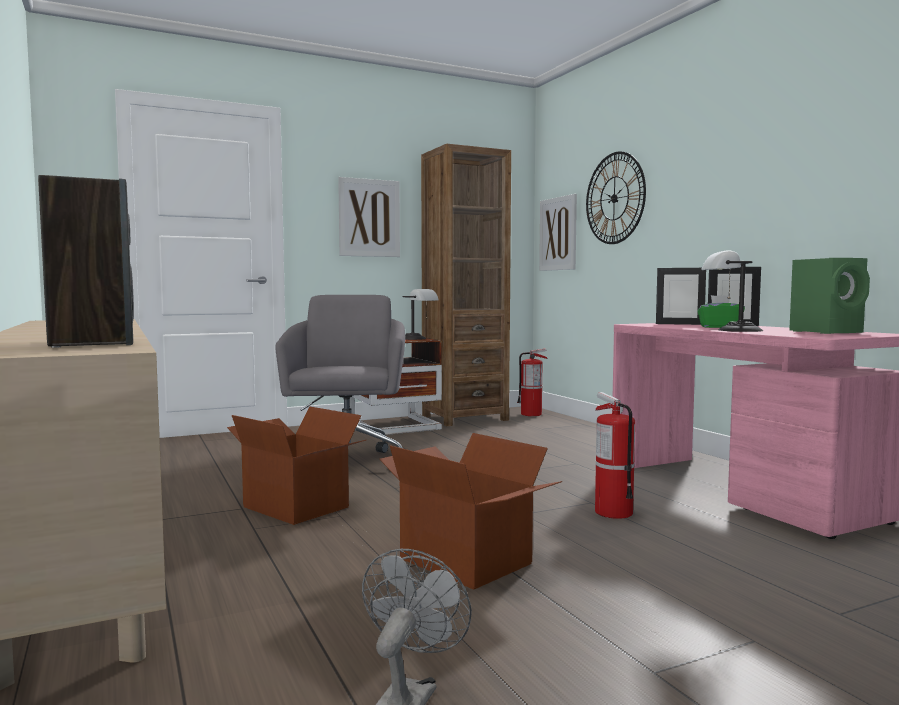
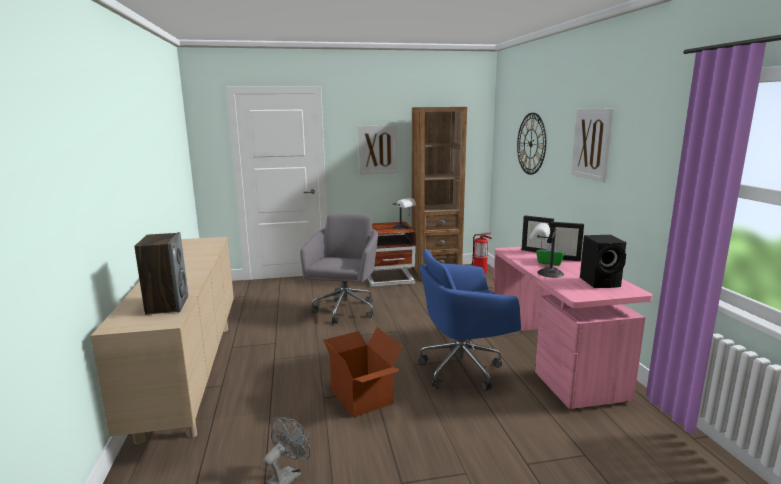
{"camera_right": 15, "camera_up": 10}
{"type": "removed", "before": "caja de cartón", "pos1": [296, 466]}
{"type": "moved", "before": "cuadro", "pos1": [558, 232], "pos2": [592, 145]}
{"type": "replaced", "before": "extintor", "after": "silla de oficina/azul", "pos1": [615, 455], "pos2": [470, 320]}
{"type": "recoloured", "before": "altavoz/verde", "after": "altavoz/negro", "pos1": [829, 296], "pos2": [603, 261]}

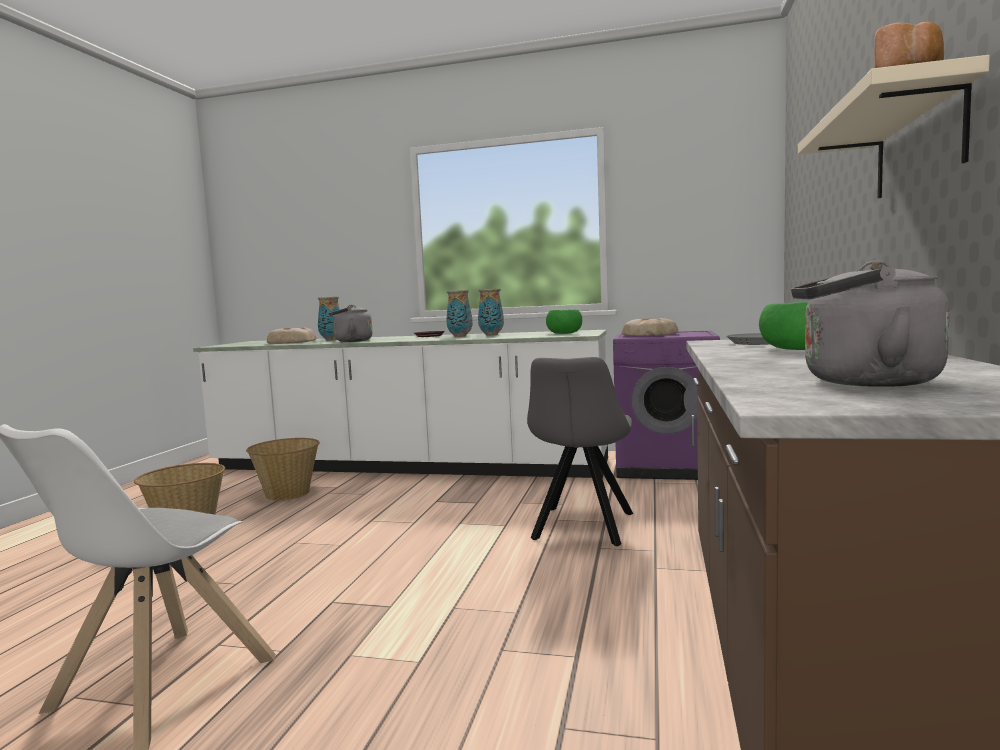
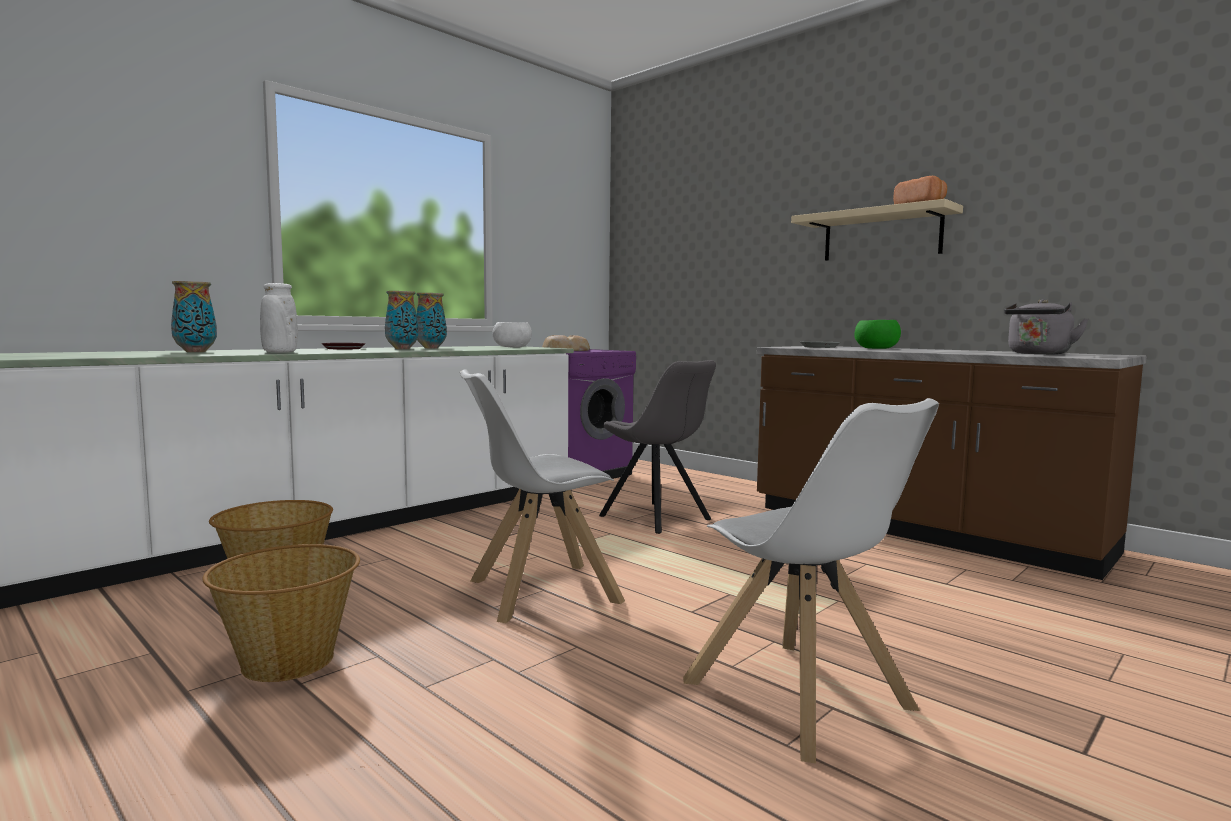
{"camera_right": -60, "camera_up": 0}
{"type": "removed", "before": "pan", "pos1": [291, 335]}
{"type": "replaced", "before": "hervidor/gris", "after": "florero/blanco", "pos1": [350, 323], "pos2": [279, 318]}
{"type": "recoloured", "before": "cuenco/verde", "after": "cuenco/blanco", "pos1": [564, 322], "pos2": [512, 335]}
{"type": "added", "after": "silla", "pos2": [542, 496]}

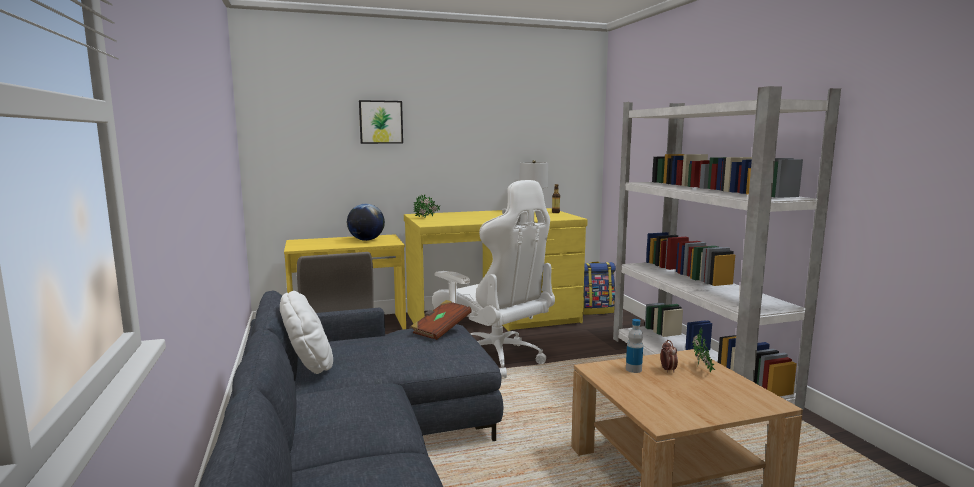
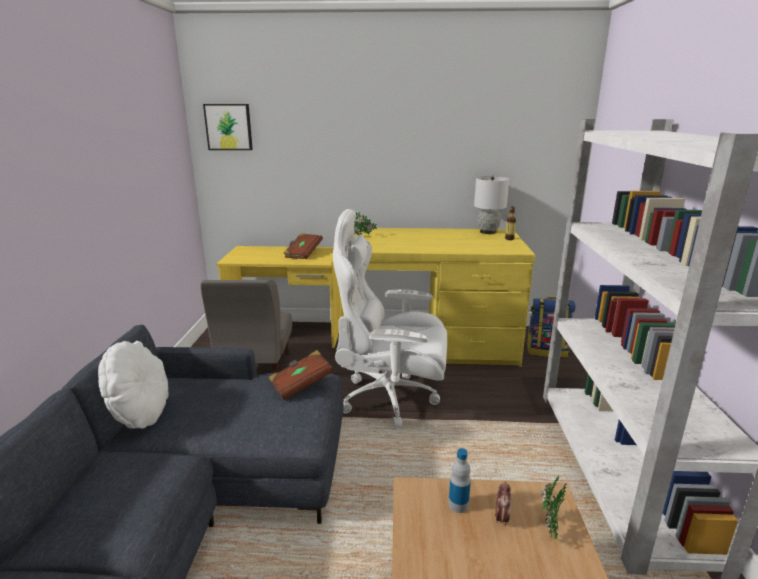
{"camera_right": 20, "camera_up": 10}
{"type": "replaced", "before": "globo terráqueo", "after": "libro/marrón", "pos1": [366, 222], "pos2": [303, 246]}
{"type": "moved", "before": "cuadro", "pos1": [381, 122], "pos2": [228, 127]}
{"type": "turned", "before": "silla de oficina/blanco", "pos1": [493, 279], "pos2": [390, 319], "turn": 120}

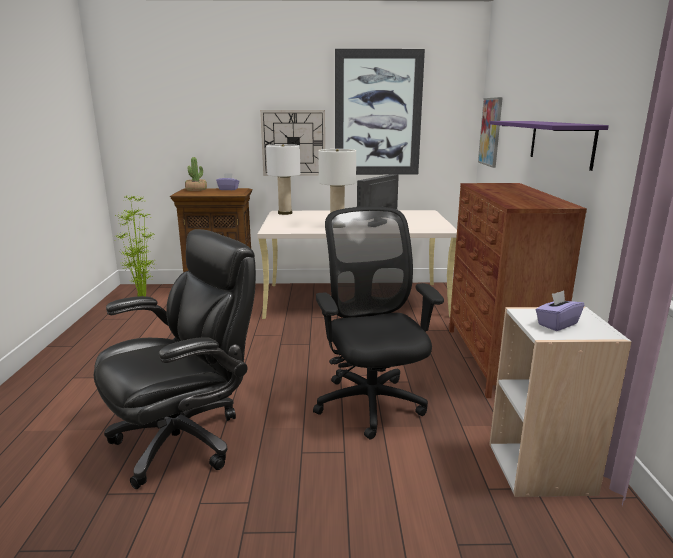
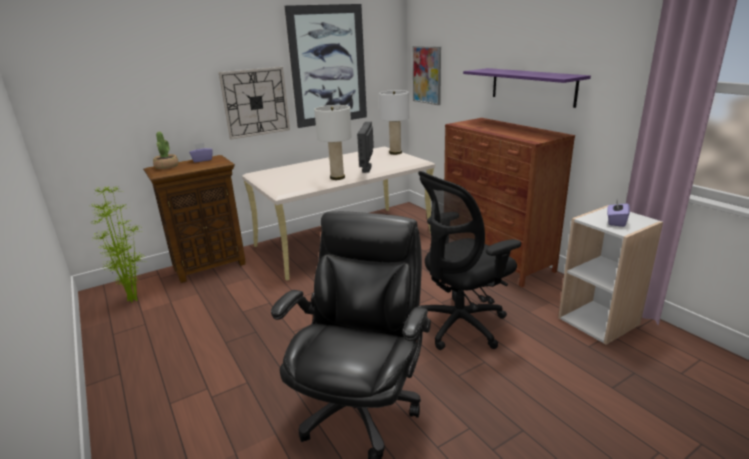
{"camera_right": -30, "camera_up": 5}
{"type": "moved", "before": "lámpara de mesa/blanco", "pos1": [283, 179], "pos2": [394, 122]}
{"type": "turned", "before": "silla de oficina/negro", "pos1": [378, 323], "pos2": [469, 260], "turn": -75}

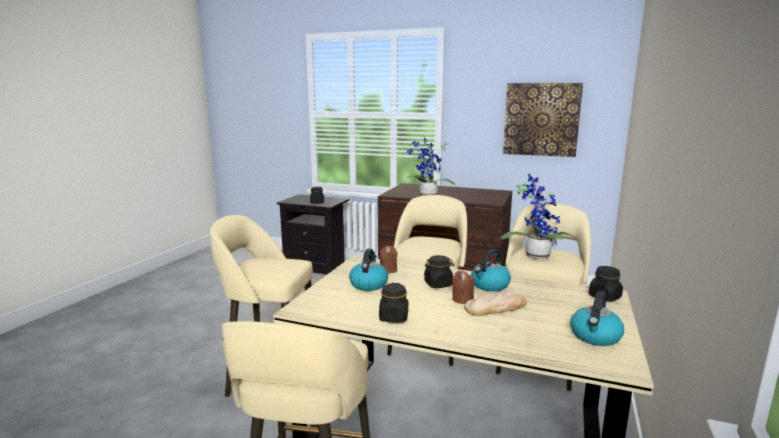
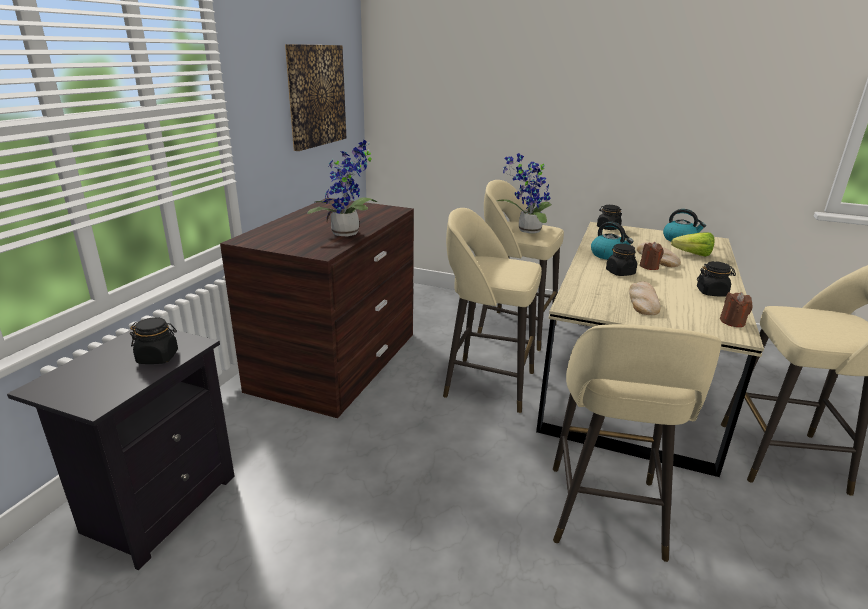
{"camera_right": -90, "camera_up": 10}
{"type": "replaced", "before": "hervidor", "after": "pan", "pos1": [368, 270], "pos2": [645, 298]}
{"type": "moved", "before": "vela/marrón", "pos1": [388, 260], "pos2": [736, 309]}
{"type": "added", "after": "lechuga", "pos2": [693, 244]}

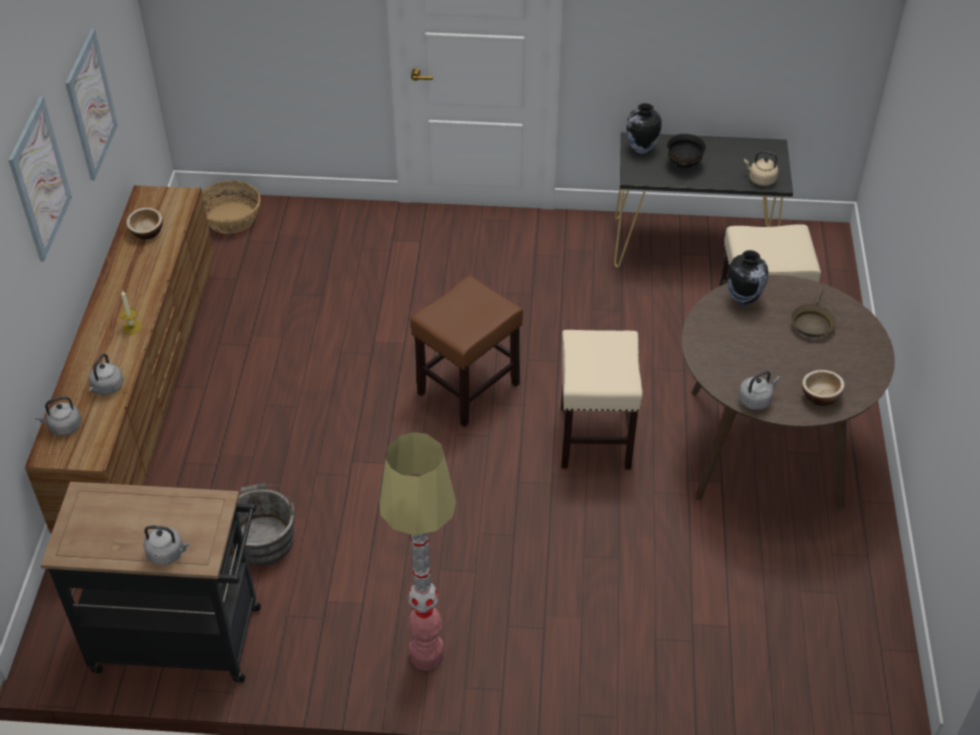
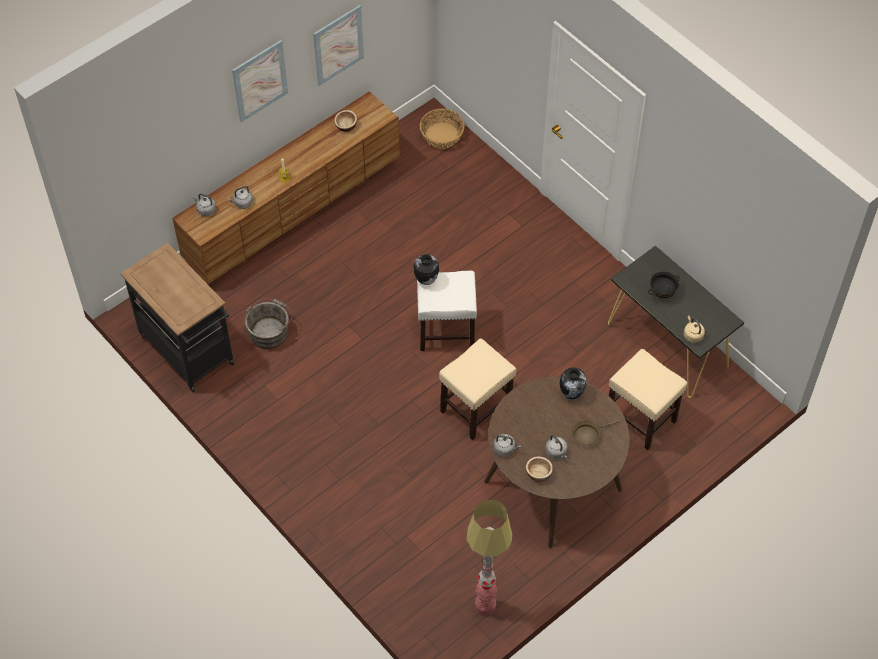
{"camera_right": 45, "camera_up": 10}
{"type": "moved", "before": "hervidor/gris", "pos1": [167, 545], "pos2": [557, 447]}
{"type": "moved", "before": "lámpara de pie", "pos1": [417, 551], "pos2": [489, 558]}
{"type": "recoloured", "before": "taburete/marrón", "after": "taburete/blanco", "pos1": [466, 351], "pos2": [447, 311]}
{"type": "moved", "before": "florero", "pos1": [643, 128], "pos2": [426, 269]}

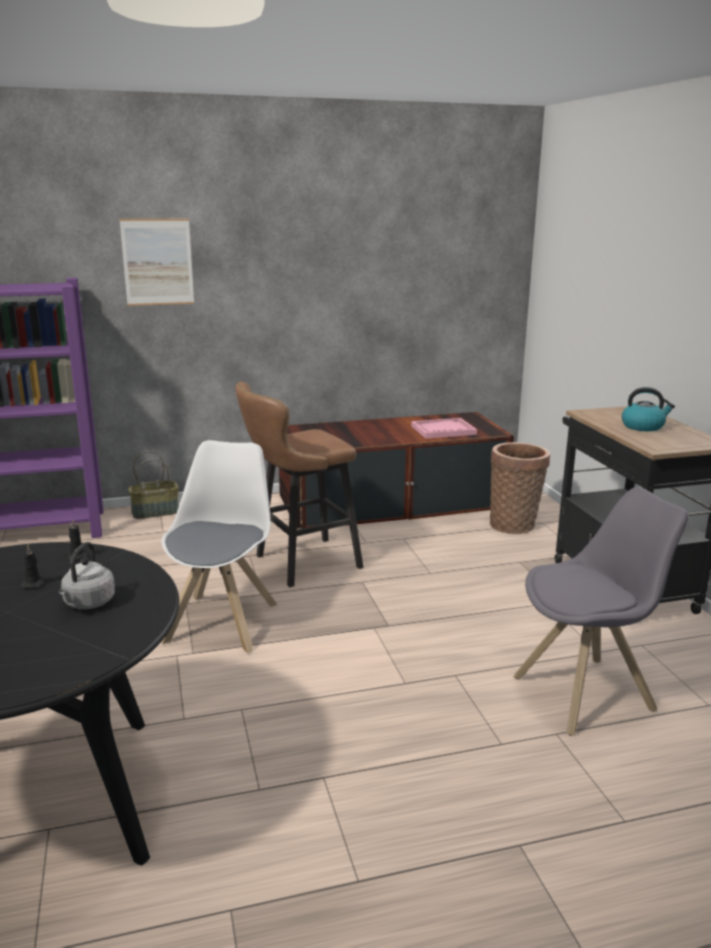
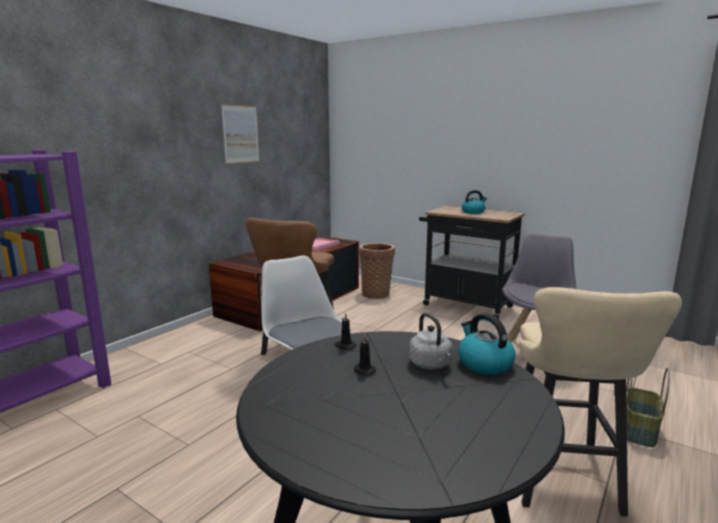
{"camera_right": -40, "camera_up": -5}
{"type": "moved", "before": "cuadro", "pos1": [156, 262], "pos2": [240, 134]}
{"type": "moved", "before": "cesta", "pos1": [153, 485], "pos2": [648, 407]}
{"type": "added", "after": "hervidor", "pos2": [487, 343]}
{"type": "added", "after": "taburete/beis", "pos2": [600, 402]}

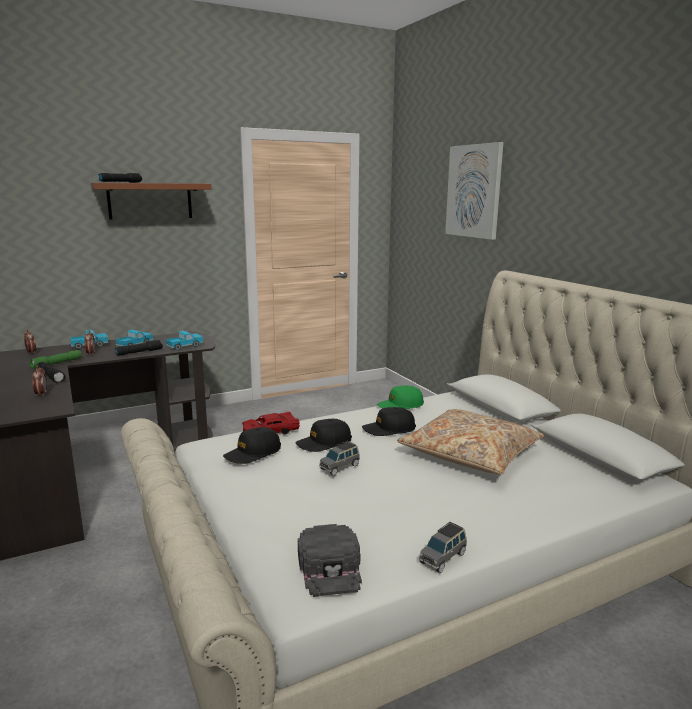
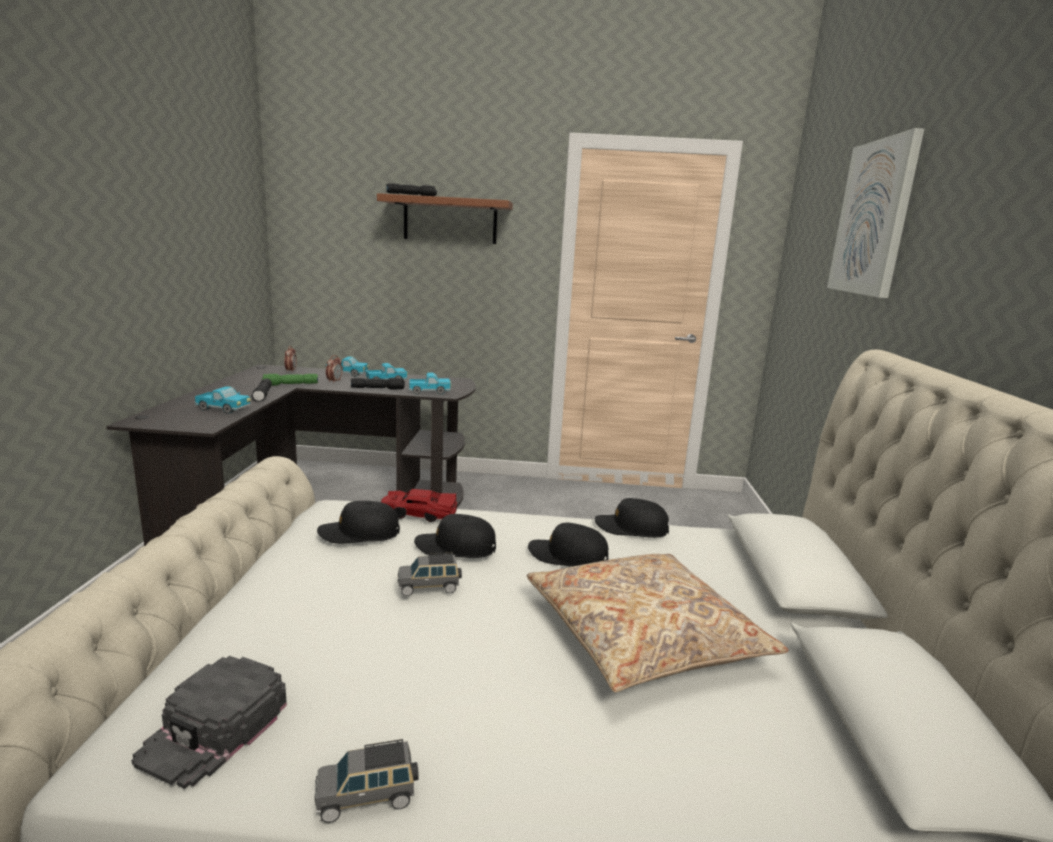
{"camera_right": 30, "camera_up": 0}
{"type": "replaced", "before": "despertador", "after": "camión de juguete", "pos1": [39, 381], "pos2": [223, 400]}
{"type": "recoloured", "before": "gorra/verde", "after": "gorra/negro", "pos1": [400, 397], "pos2": [632, 518]}

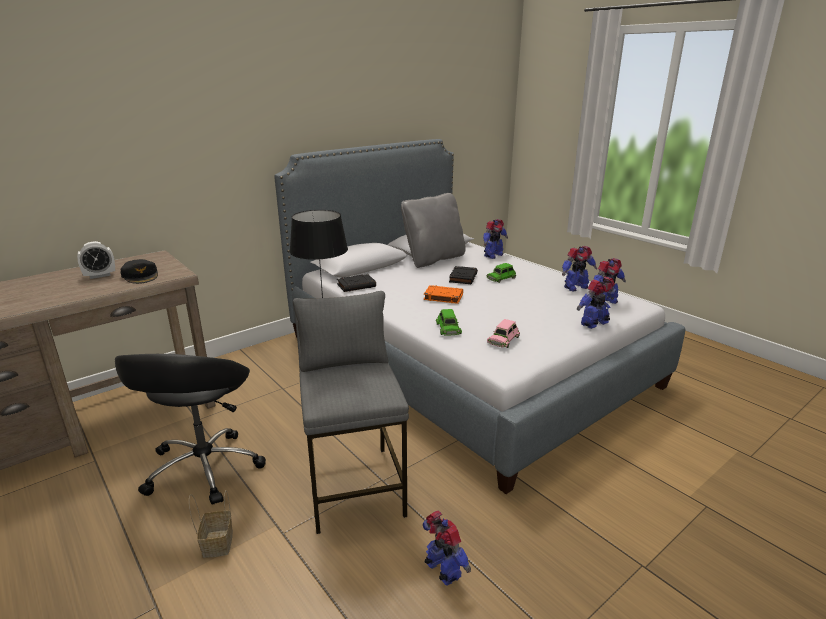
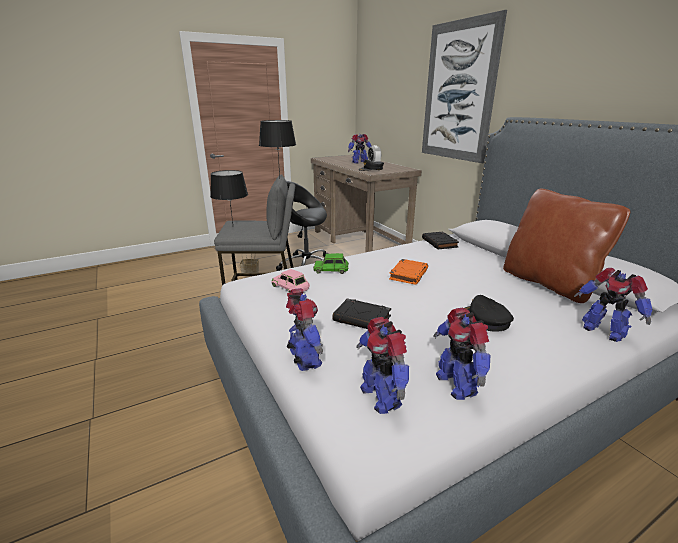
{"camera_right": 100, "camera_up": 0}
{"type": "recoloured", "before": "cojín/gris", "after": "cojín/marrón", "pos1": [433, 230], "pos2": [566, 246]}
{"type": "moved", "before": "robot de juguete", "pos1": [447, 548], "pos2": [360, 149]}
{"type": "moved", "before": "libro/negro", "pos1": [463, 275], "pos2": [361, 313]}
{"type": "replaced", "before": "coche de juguete/verde", "after": "gorra/negro", "pos1": [501, 273], "pos2": [489, 313]}
{"type": "added", "after": "lámpara de mesa/negro", "pos2": [229, 196]}
{"type": "added", "after": "cuadro", "pos2": [464, 86]}

